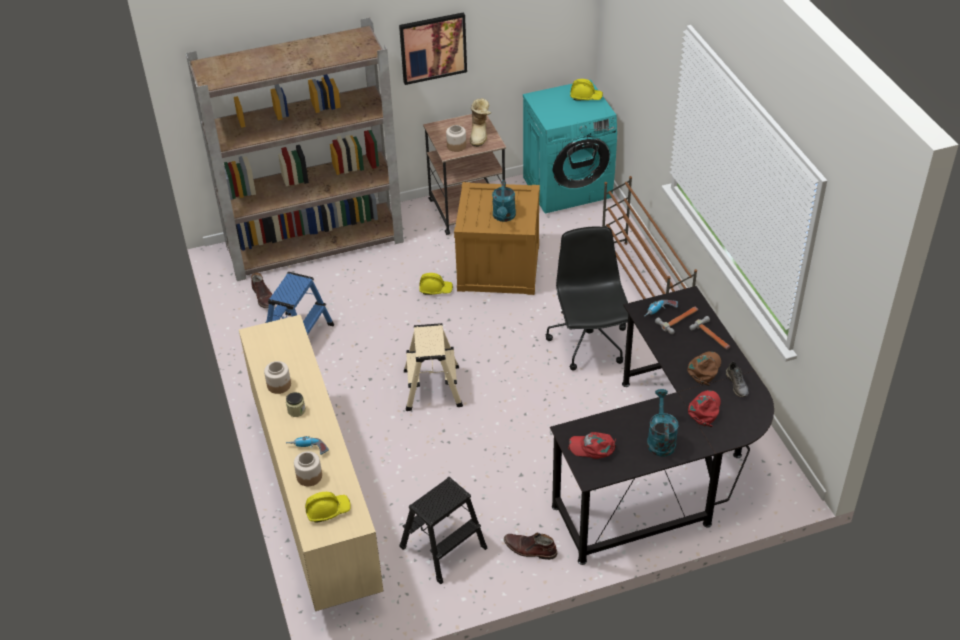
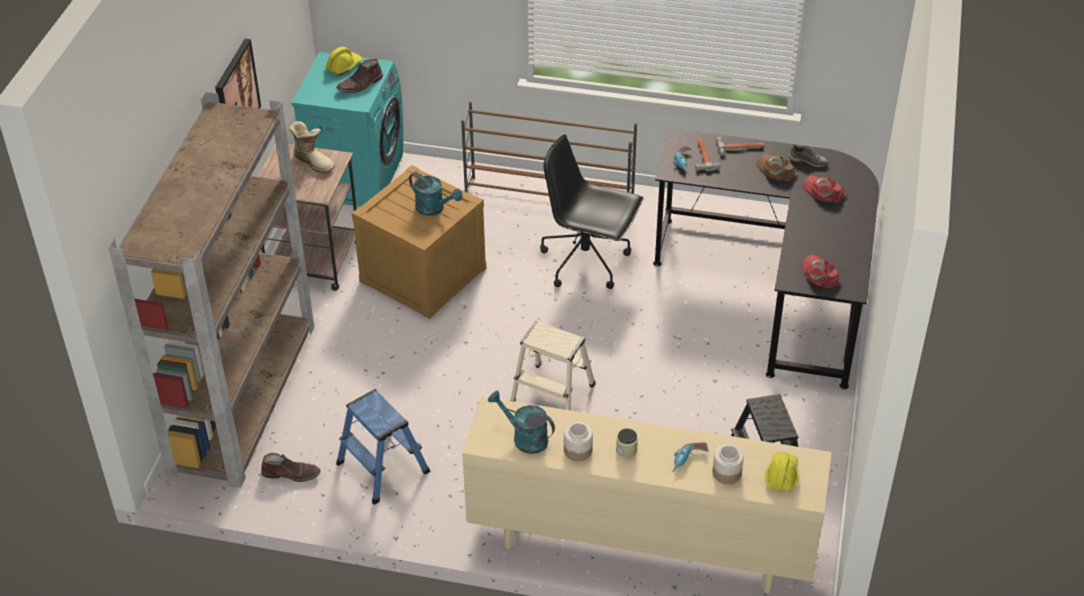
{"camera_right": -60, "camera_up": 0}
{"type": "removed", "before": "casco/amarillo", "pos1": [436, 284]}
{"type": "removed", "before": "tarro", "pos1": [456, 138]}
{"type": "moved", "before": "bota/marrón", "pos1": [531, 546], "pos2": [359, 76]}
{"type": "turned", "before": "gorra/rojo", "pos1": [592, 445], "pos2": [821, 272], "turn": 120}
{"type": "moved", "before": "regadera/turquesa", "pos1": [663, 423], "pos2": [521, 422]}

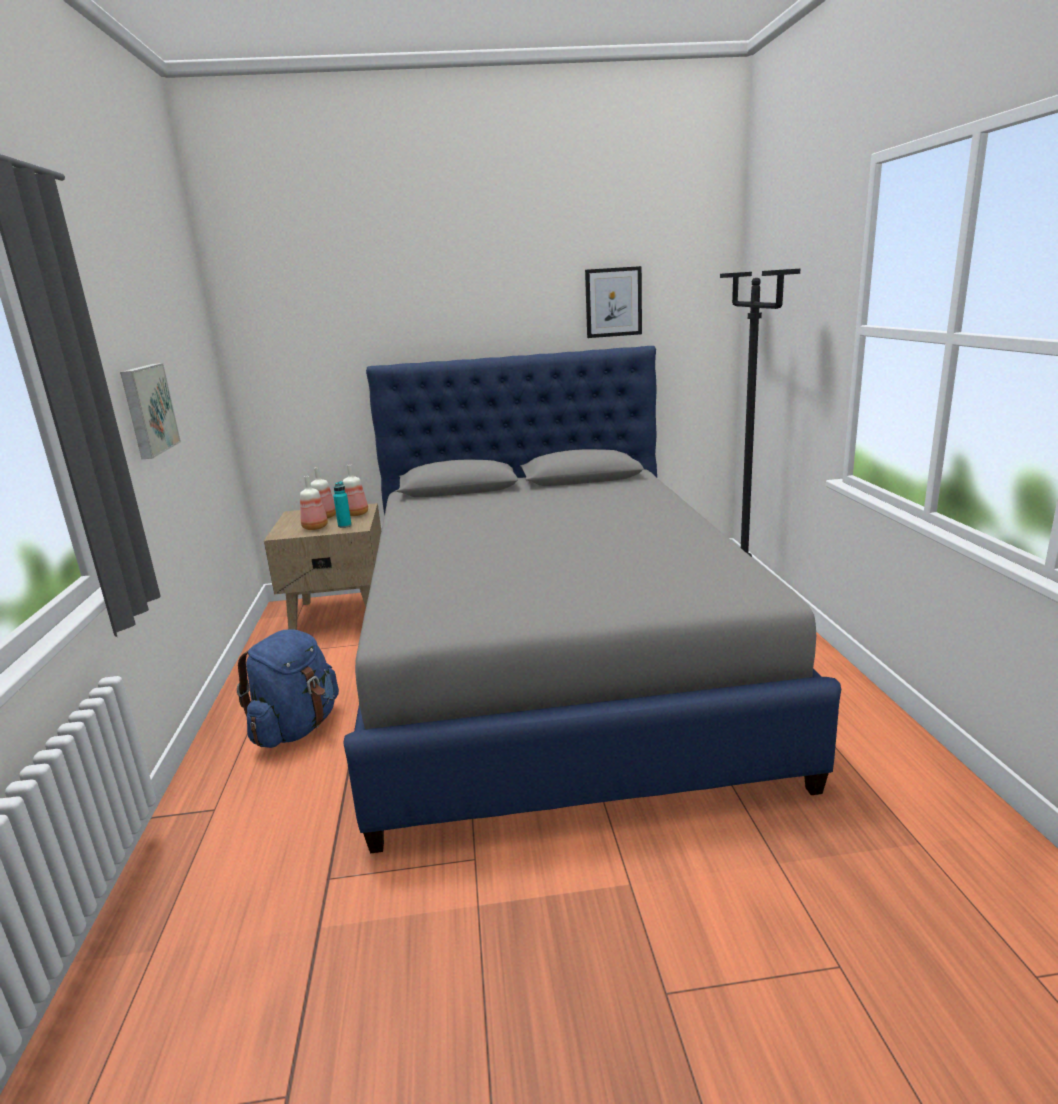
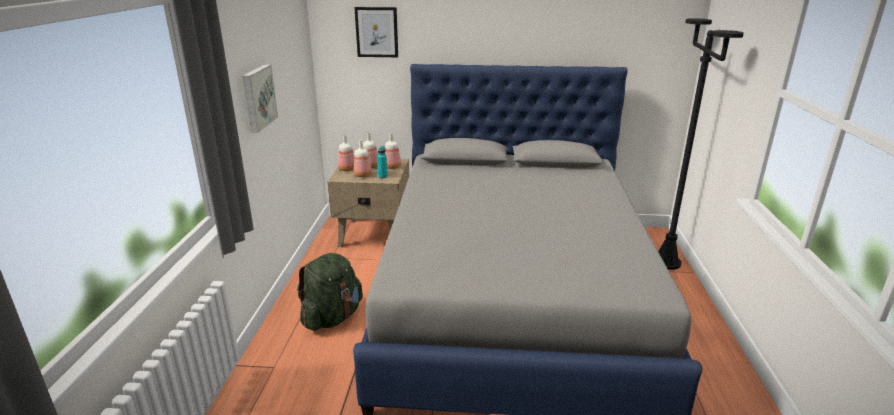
{"camera_right": 10, "camera_up": 5}
{"type": "recoloured", "before": "mochila/azul", "after": "mochila/verde", "pos1": [288, 688], "pos2": [330, 292]}
{"type": "moved", "before": "cuadro", "pos1": [613, 302], "pos2": [376, 32]}
{"type": "added", "after": "botella", "pos2": [346, 153]}

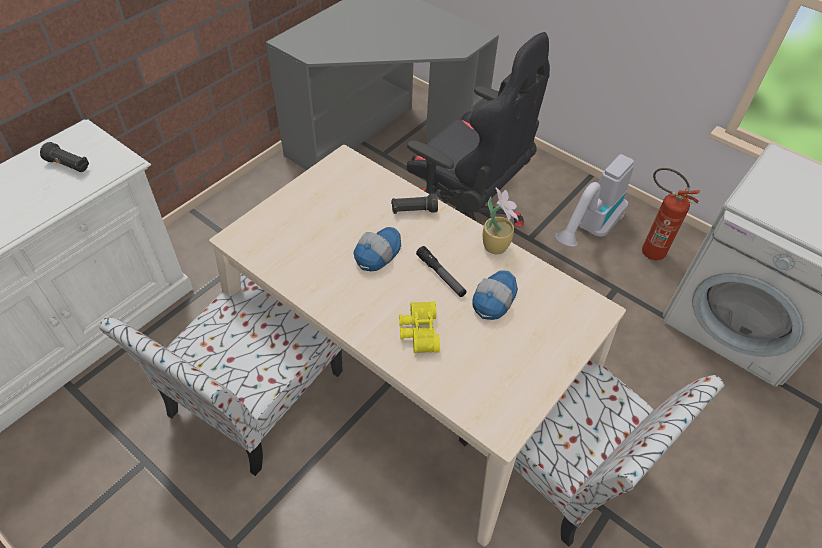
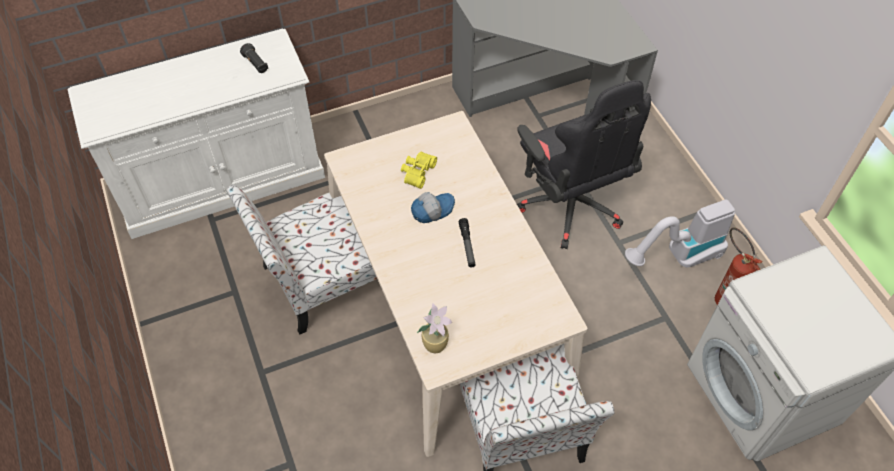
{"camera_right": 30, "camera_up": 5}
{"type": "removed", "before": "linterna/negro", "pos1": [414, 203]}
{"type": "moved", "before": "prismáticos/amarillo", "pos1": [419, 327], "pos2": [419, 170]}
{"type": "removed", "before": "gorra", "pos1": [495, 295]}
{"type": "moved", "before": "planta en maceta", "pos1": [500, 220], "pos2": [434, 328]}

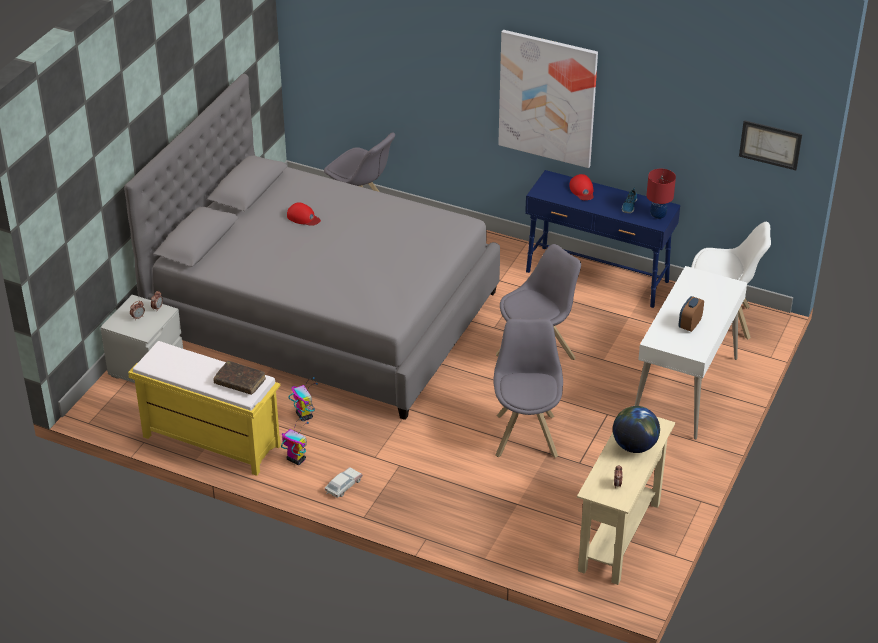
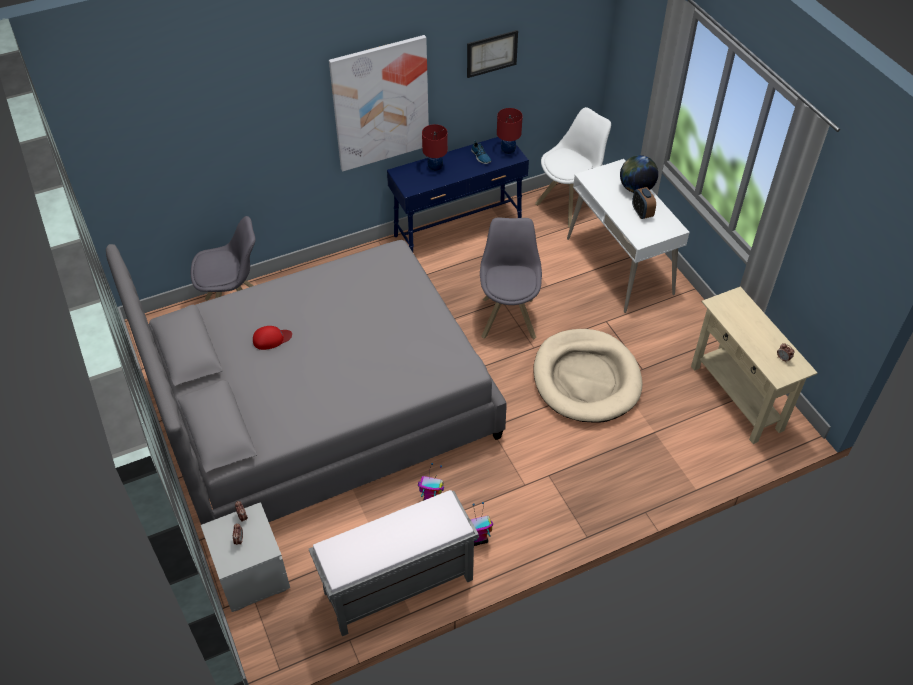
{"camera_right": -50, "camera_up": 10}
{"type": "recoloured", "before": "banco/amarillo", "after": "banco/gris", "pos1": [204, 408], "pos2": [394, 563]}
{"type": "removed", "before": "libro/marrón", "pos1": [239, 378]}
{"type": "removed", "before": "coche de juguete", "pos1": [344, 482]}
{"type": "replaced", "before": "silla/gris", "after": "cama para perro/beis", "pos1": [528, 388], "pos2": [588, 376]}
{"type": "replaced", "before": "gorra/rojo", "after": "lámpara de mesa/rojo", "pos1": [581, 187], "pos2": [435, 147]}
{"type": "moved", "before": "globo terráqueo", "pos1": [636, 429], "pos2": [639, 174]}
{"type": "moved", "before": "cuadro", "pos1": [770, 145], "pos2": [492, 54]}

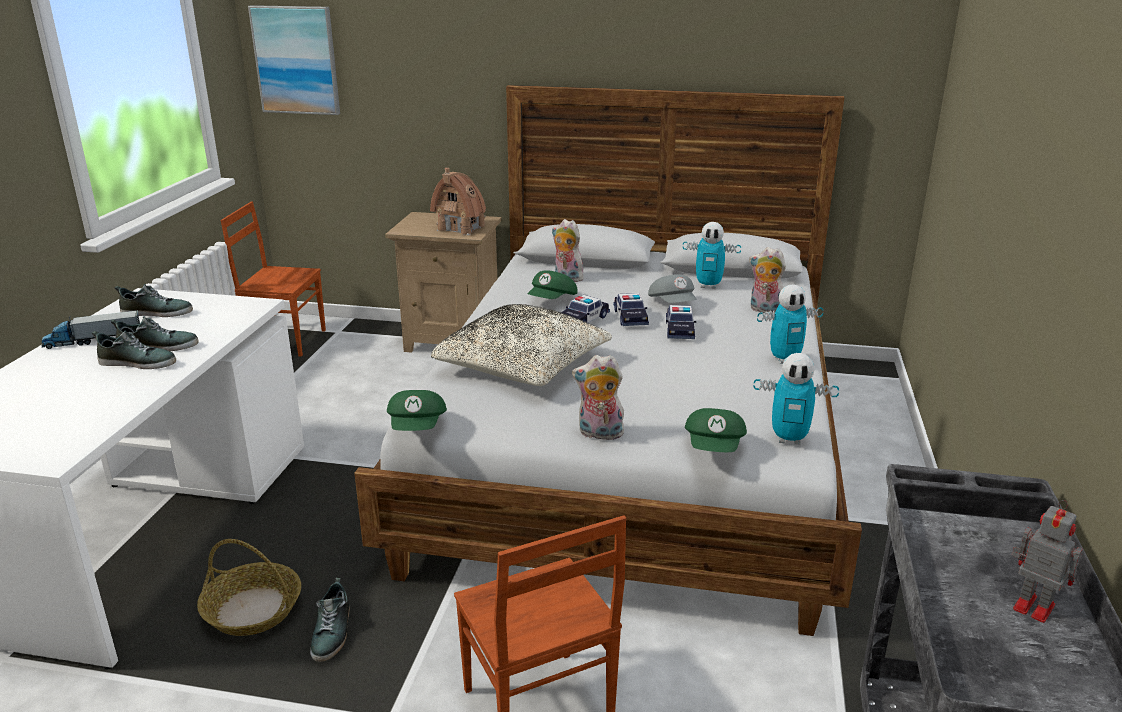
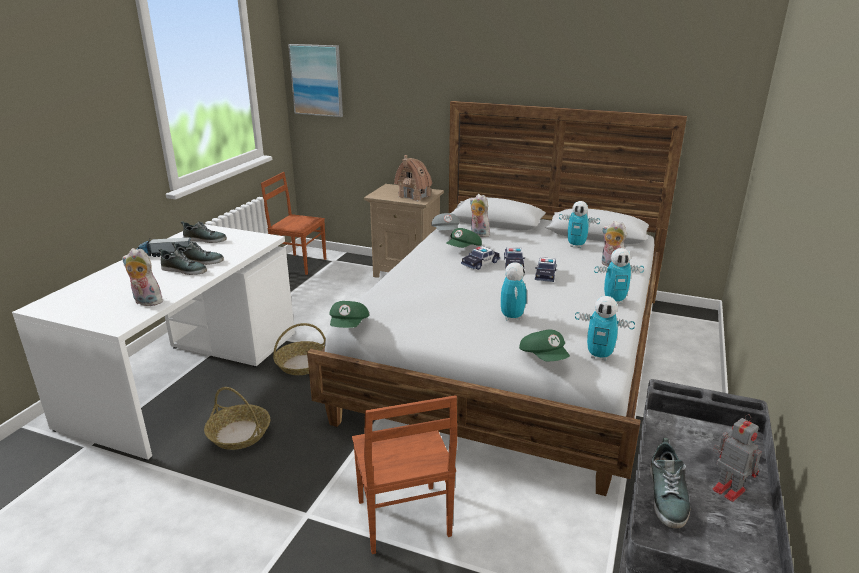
{"camera_right": 10, "camera_up": 0}
{"type": "moved", "before": "zapato", "pos1": [330, 620], "pos2": [670, 483]}
{"type": "removed", "before": "cojín/beis", "pos1": [521, 345]}
{"type": "moved", "before": "peluche", "pos1": [598, 397], "pos2": [142, 277]}
{"type": "moved", "before": "gorra/gris", "pos1": [672, 288], "pos2": [445, 221]}
{"type": "turned", "before": "gorra/verde", "pos1": [716, 430], "pos2": [544, 345], "turn": -45}
{"type": "added", "after": "cesta", "pos2": [299, 349]}
{"type": "added", "after": "robot de juguete", "pos2": [514, 291]}

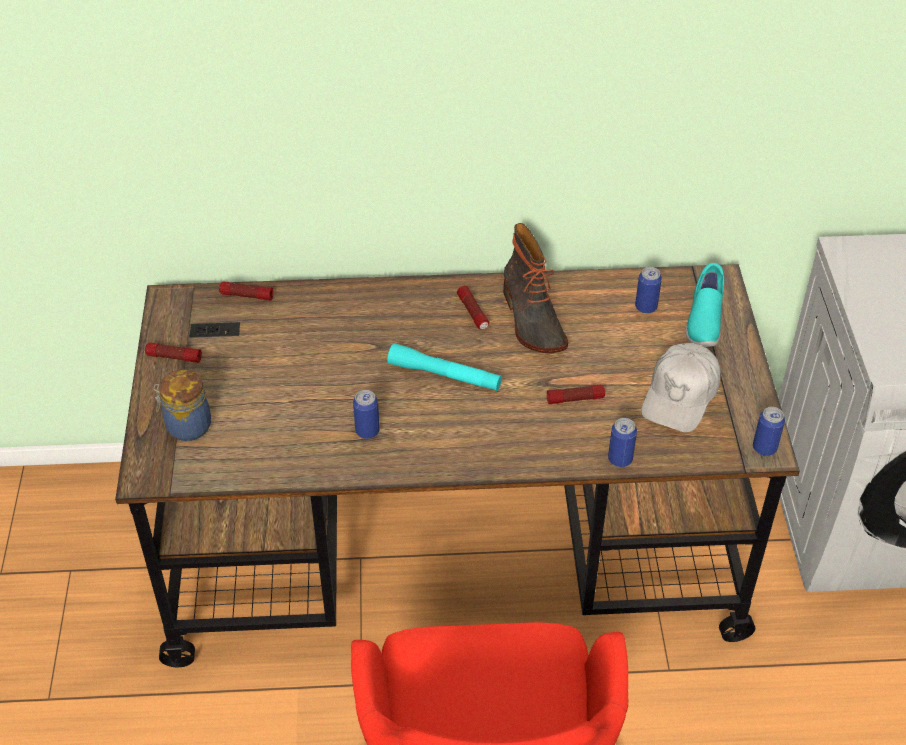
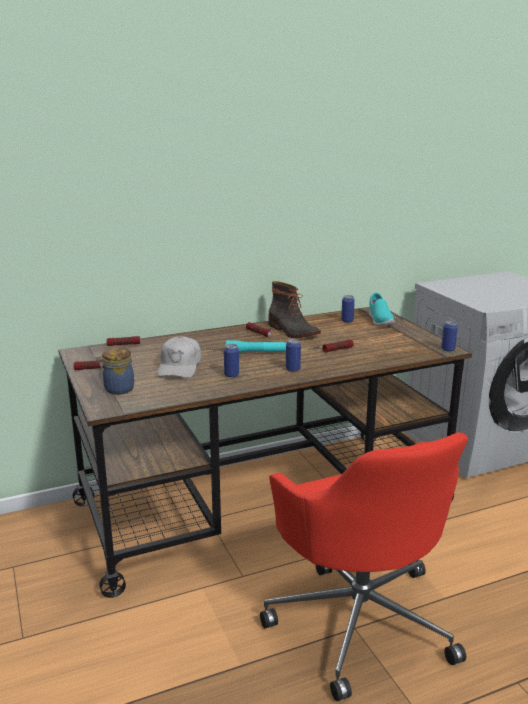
{"camera_right": -20, "camera_up": -25}
{"type": "moved", "before": "lata", "pos1": [622, 442], "pos2": [293, 355]}
{"type": "moved", "before": "gorra/blanco", "pos1": [681, 387], "pos2": [179, 357]}

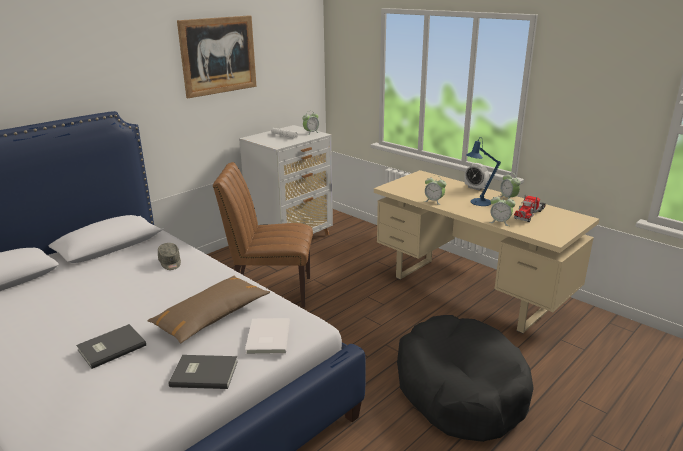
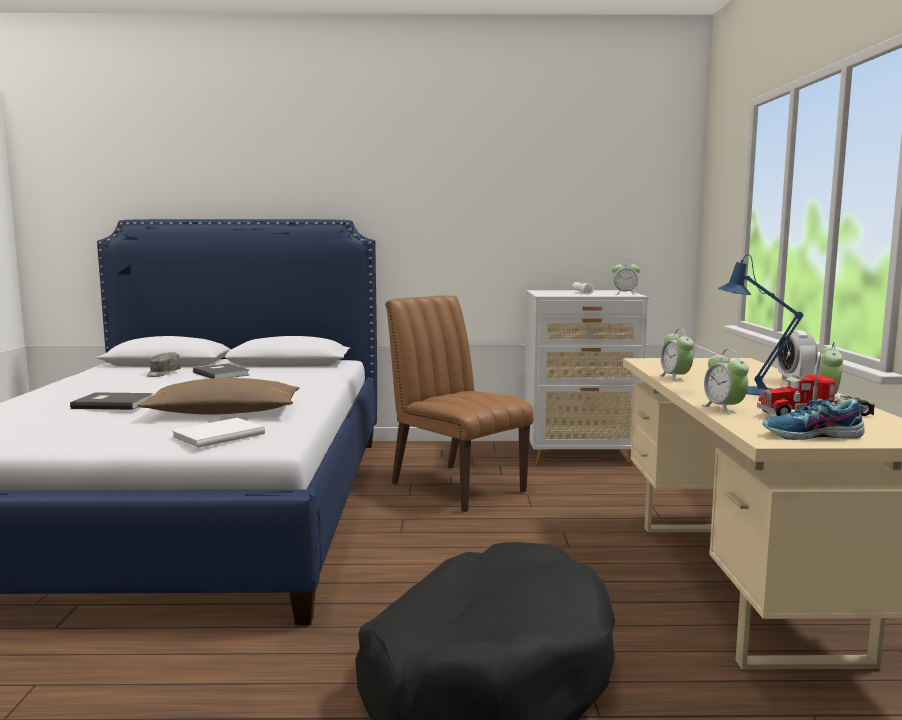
{"camera_right": 45, "camera_up": -15}
{"type": "moved", "before": "gorra/gris", "pos1": [169, 256], "pos2": [164, 364]}
{"type": "moved", "before": "libro/gris", "pos1": [203, 372], "pos2": [221, 371]}
{"type": "removed", "before": "cuadro", "pos1": [217, 56]}
{"type": "added", "after": "zapato", "pos2": [814, 419]}

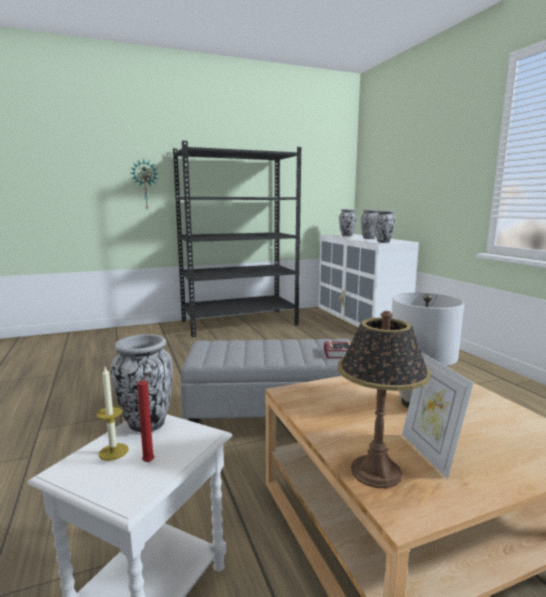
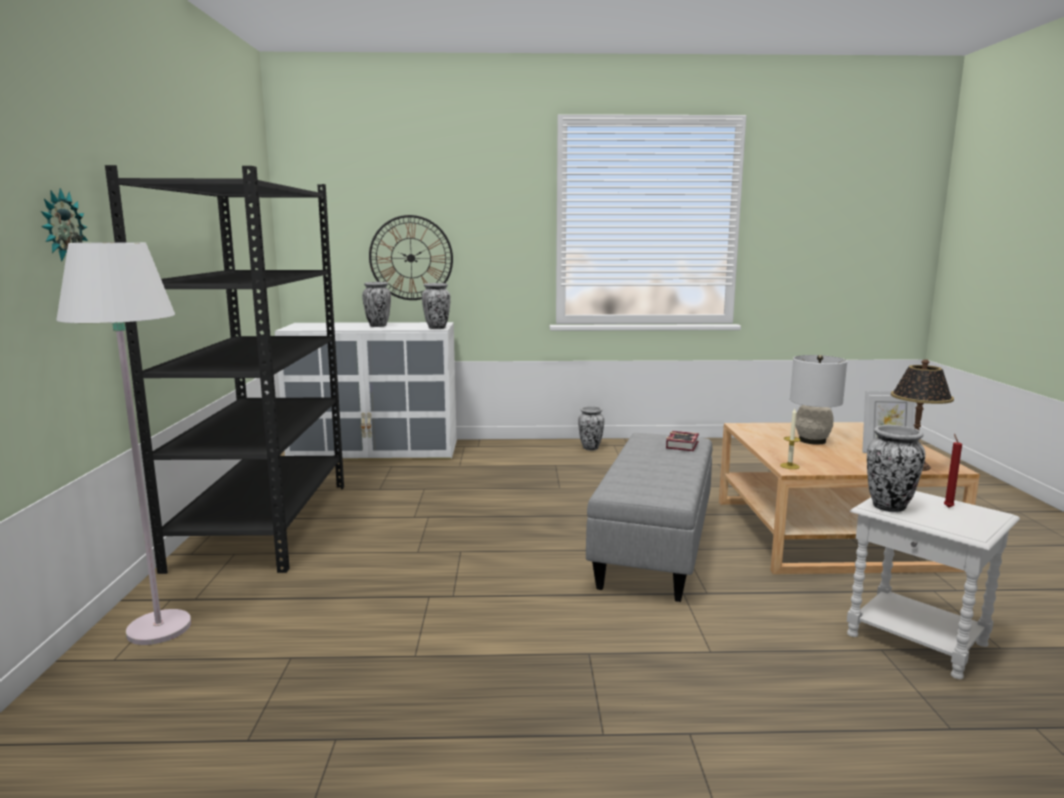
{"camera_right": -70, "camera_up": 0}
{"type": "moved", "before": "vela", "pos1": [112, 414], "pos2": [790, 439]}
{"type": "moved", "before": "florero", "pos1": [348, 222], "pos2": [591, 428]}
{"type": "added", "after": "lámpara de pie/blanco", "pos2": [124, 443]}
{"type": "added", "after": "reloj de pared", "pos2": [411, 257]}

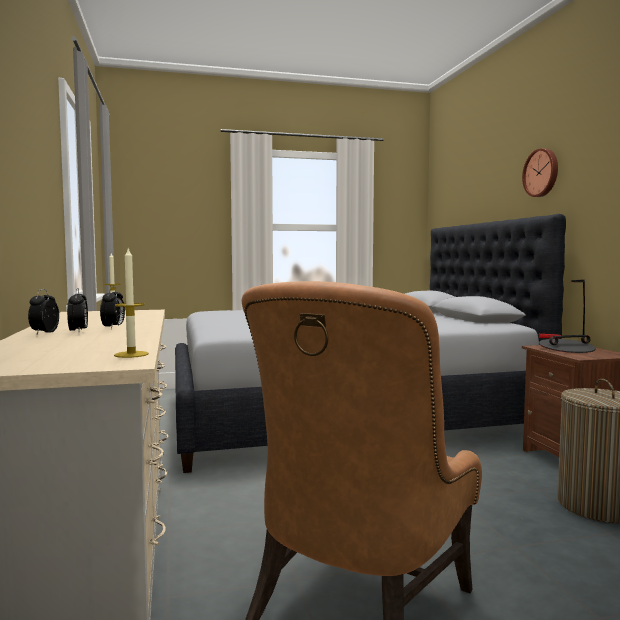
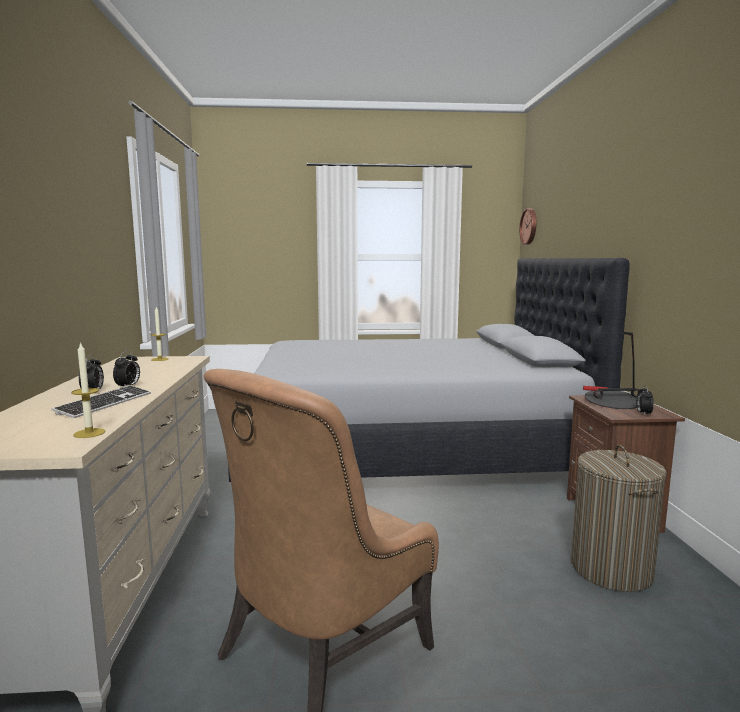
{"camera_right": 10, "camera_up": 5}
{"type": "moved", "before": "despertador", "pos1": [43, 311], "pos2": [645, 400]}
{"type": "moved", "before": "reloj de pared", "pos1": [540, 172], "pos2": [527, 227]}
{"type": "added", "after": "teclado", "pos2": [101, 401]}

